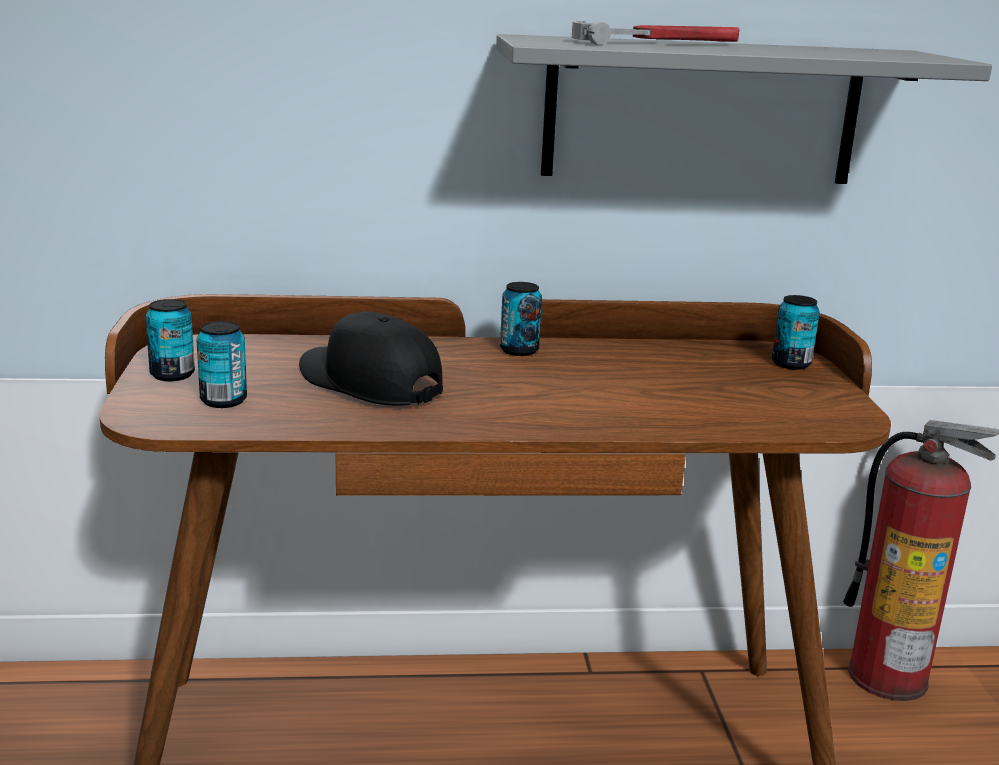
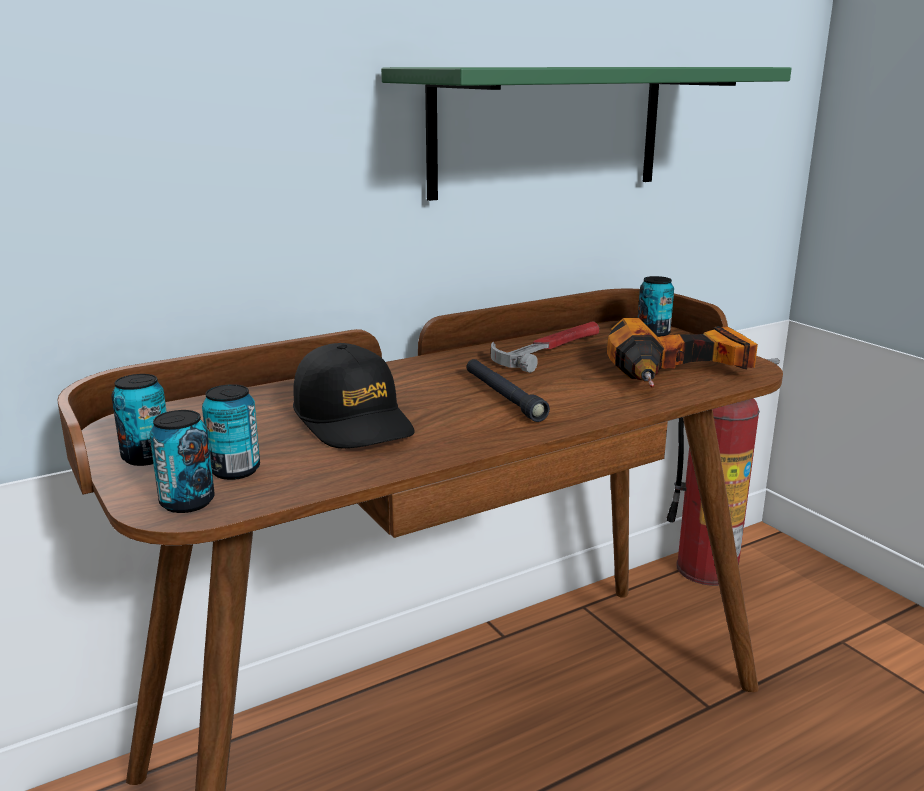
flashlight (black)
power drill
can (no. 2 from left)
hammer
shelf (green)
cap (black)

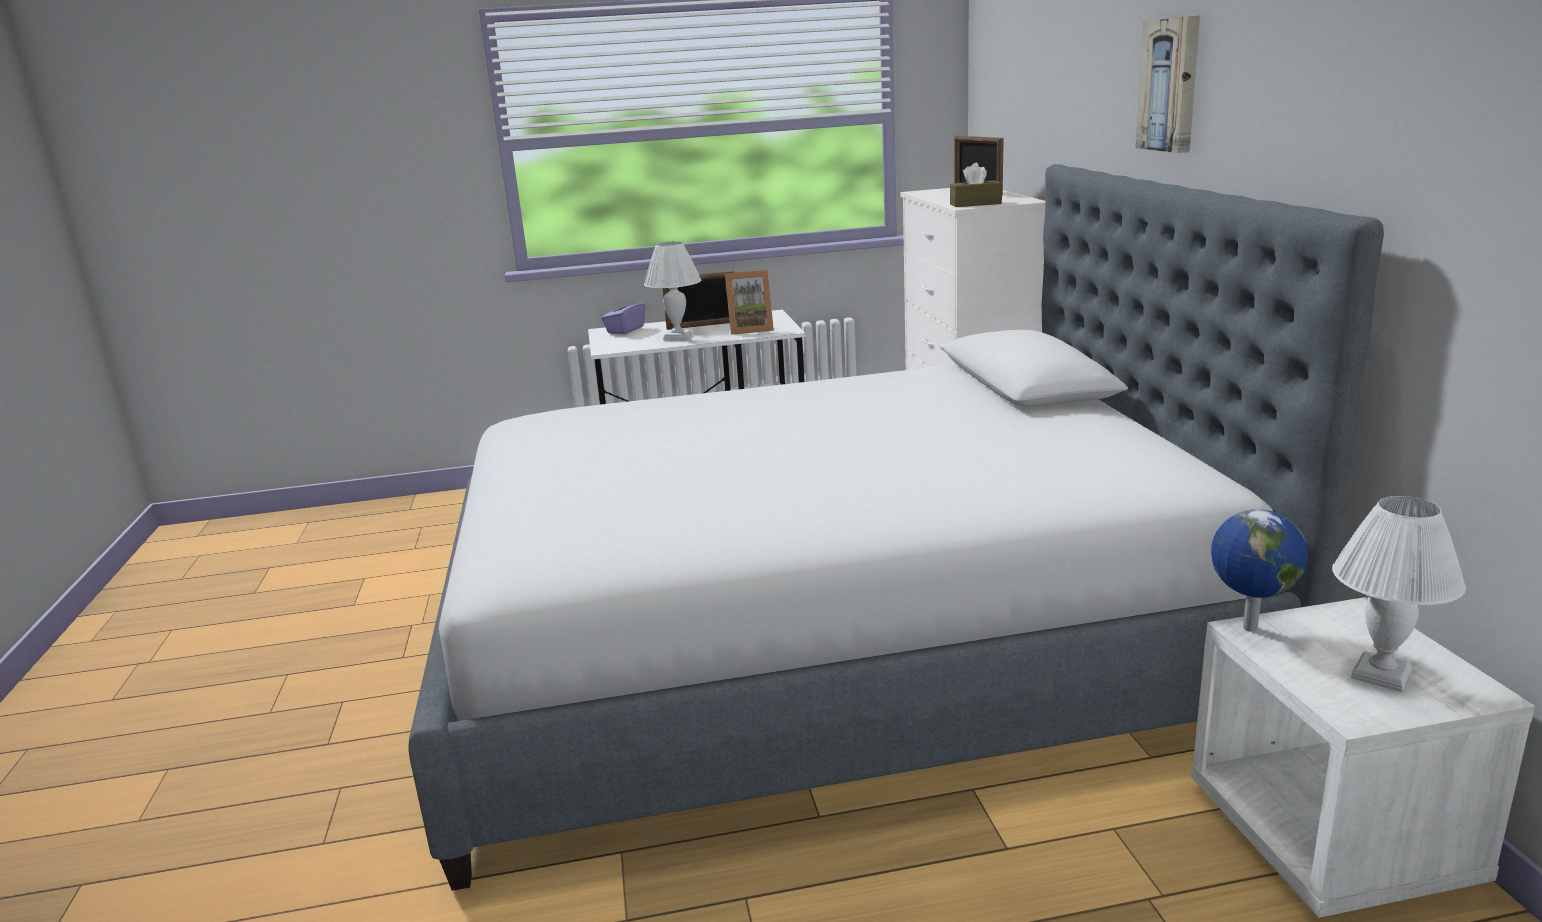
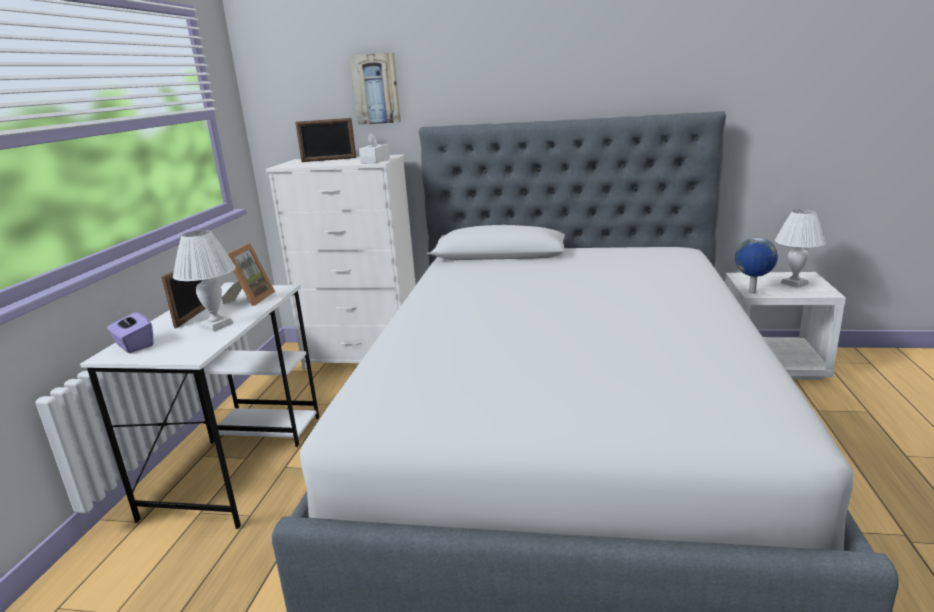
picture
tissue box (white)

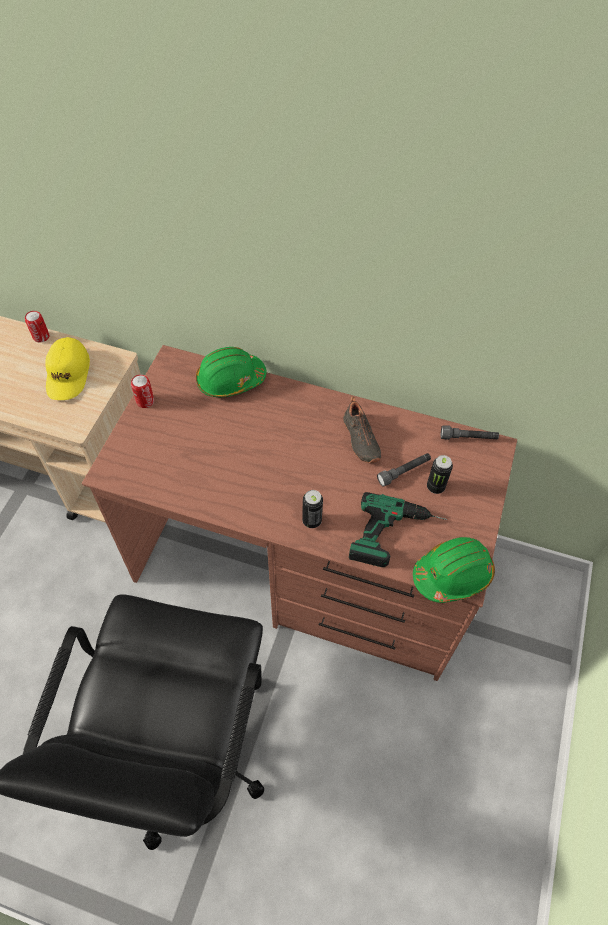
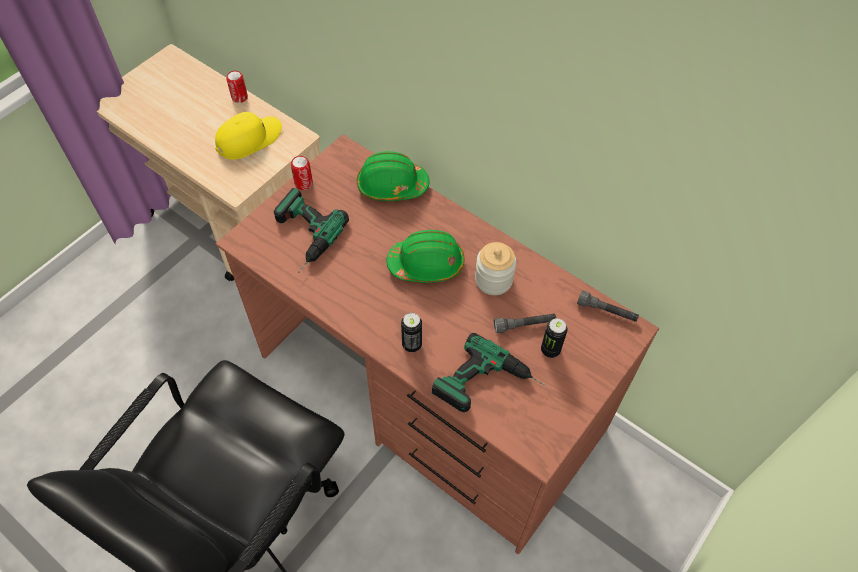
power drill (no. 1 from left)
hard hat (green) (no. 2 from left)
jar
cap (yellow)

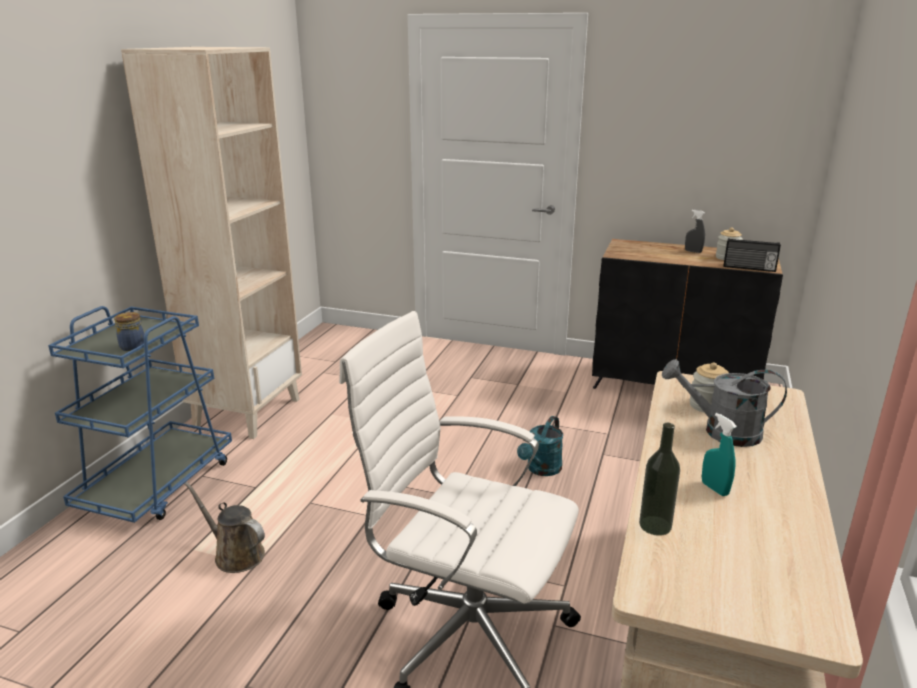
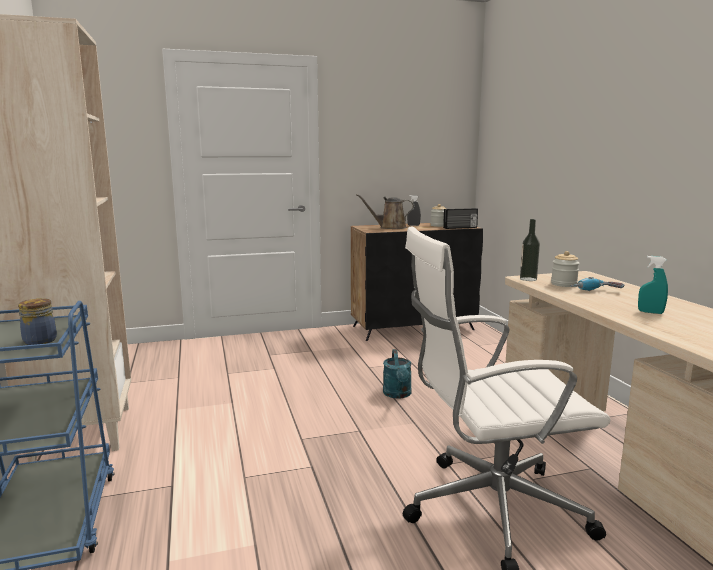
watering can (brown)
bottle
power drill

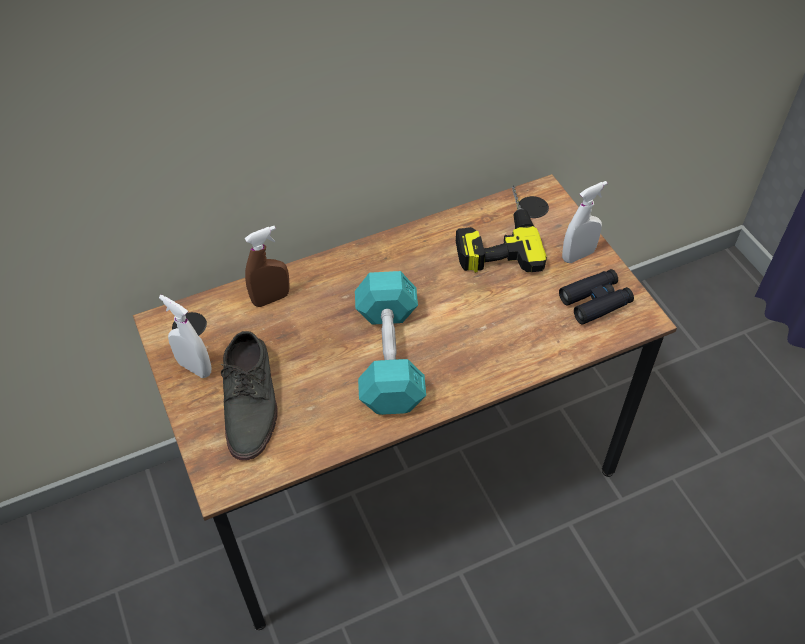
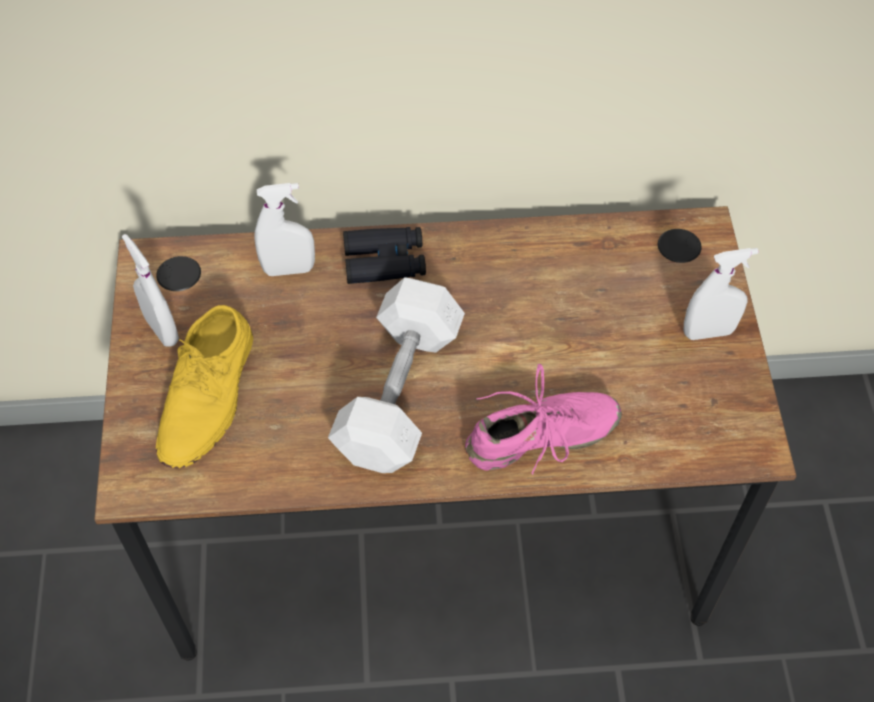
power drill
shoe (pink)
binoculars (black)
shoe (yellow)
spray bottle (white) (no. 2 from left)
dumbbell (white)

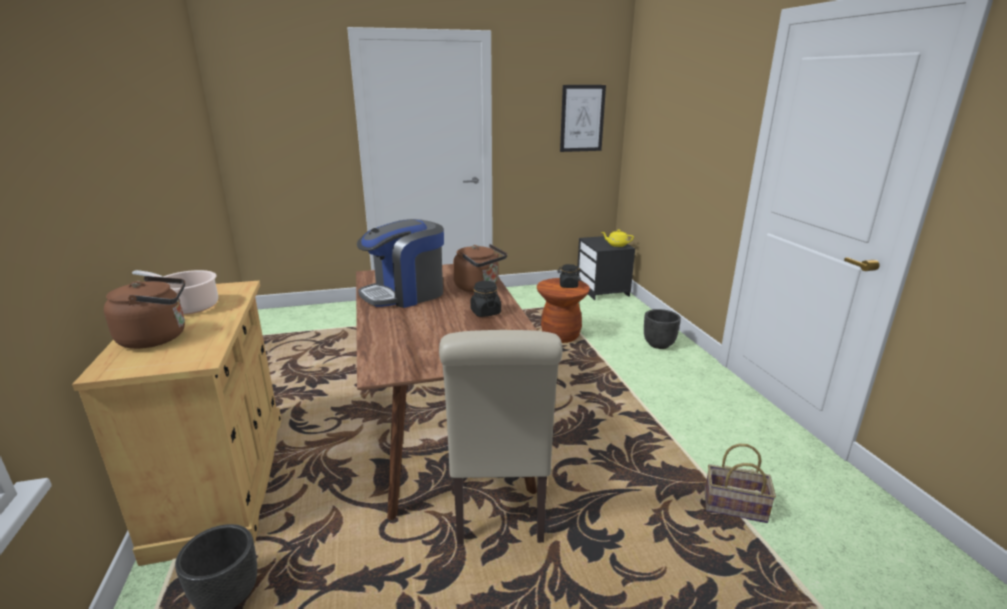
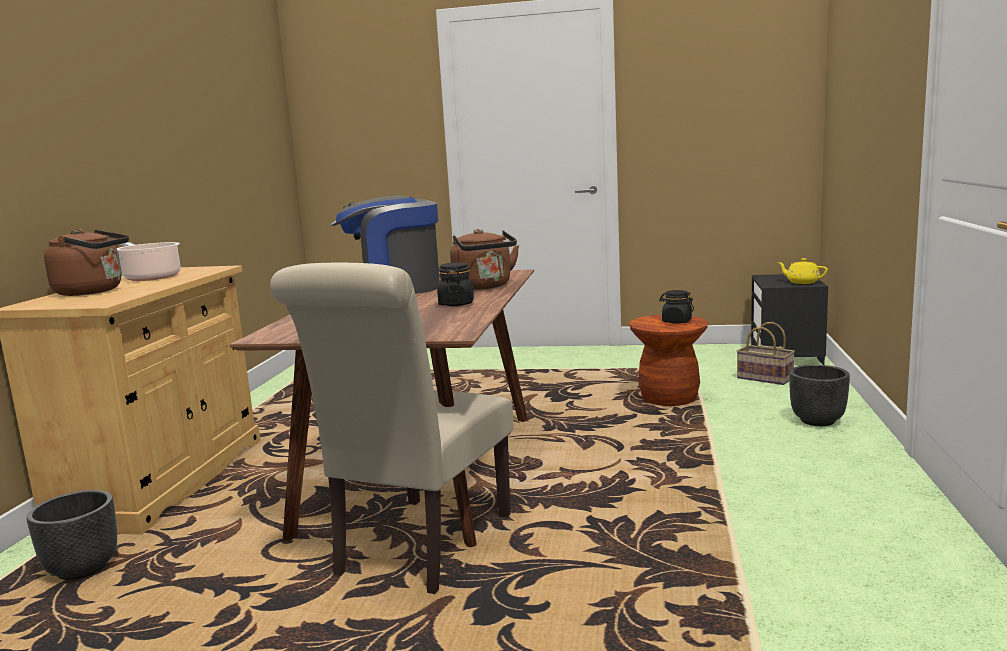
picture
basket

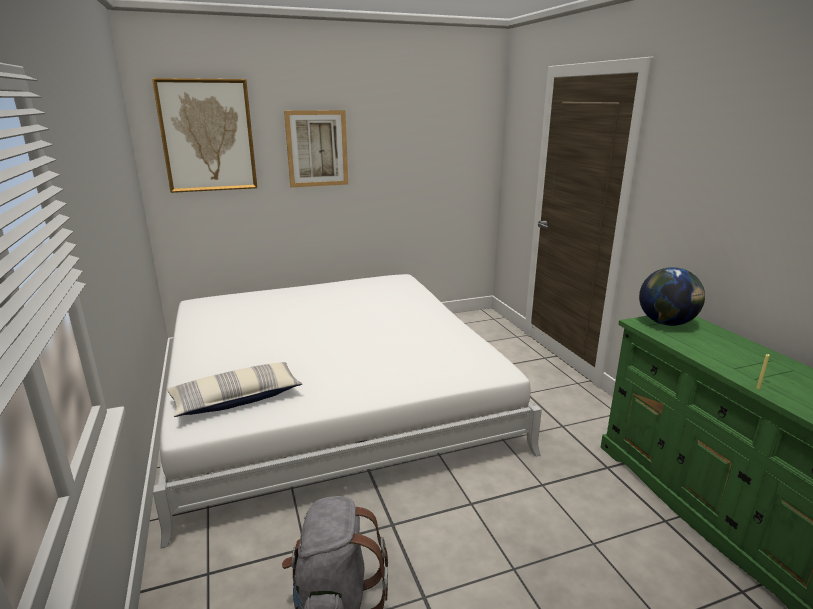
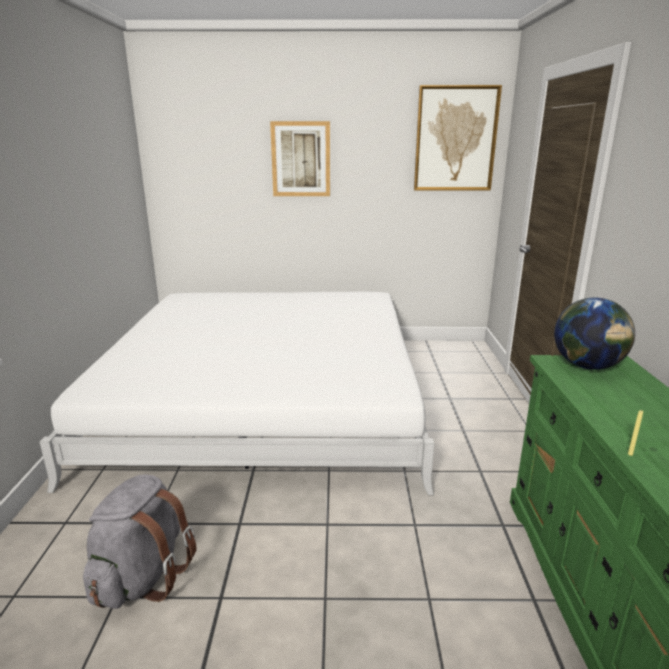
pillow
picture (no. 2 from left)

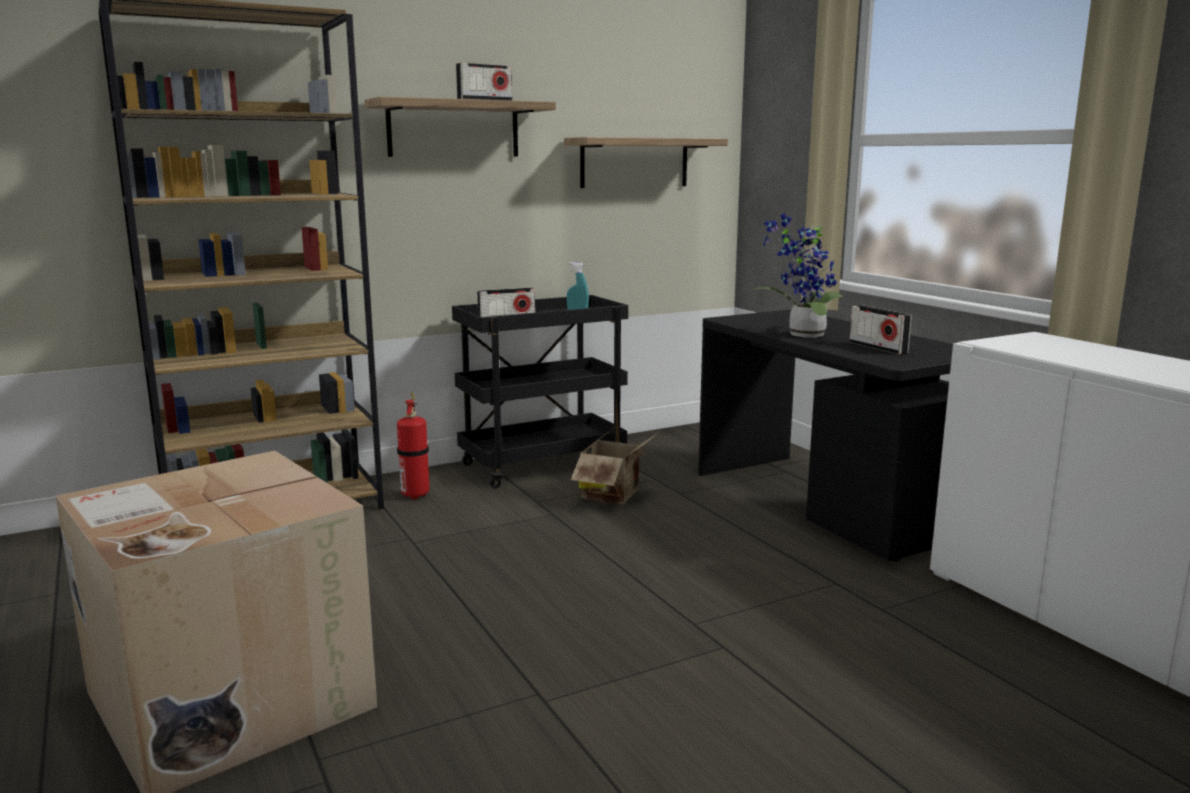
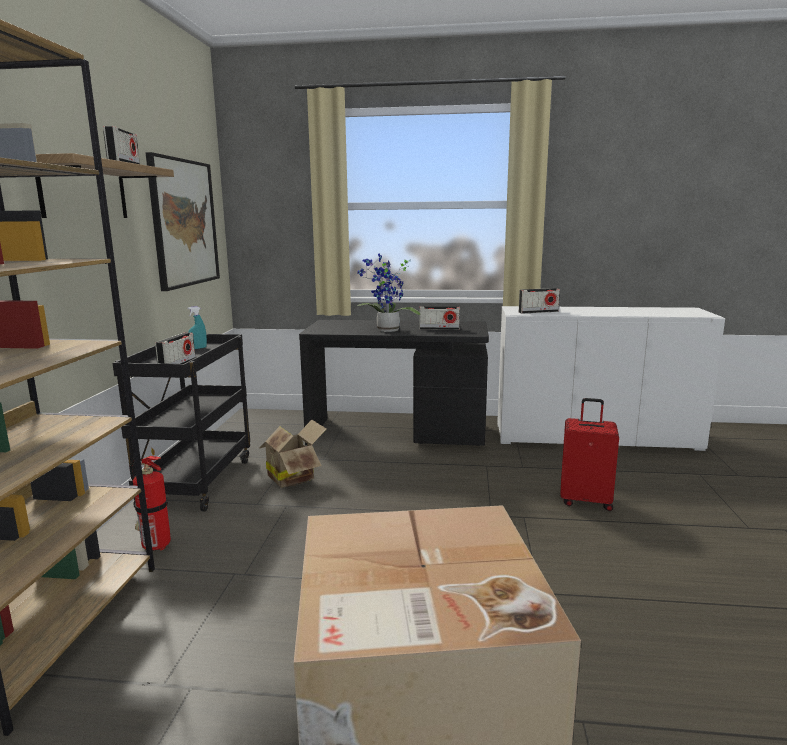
radio (no. 4 from left)
suitcase (red)
picture

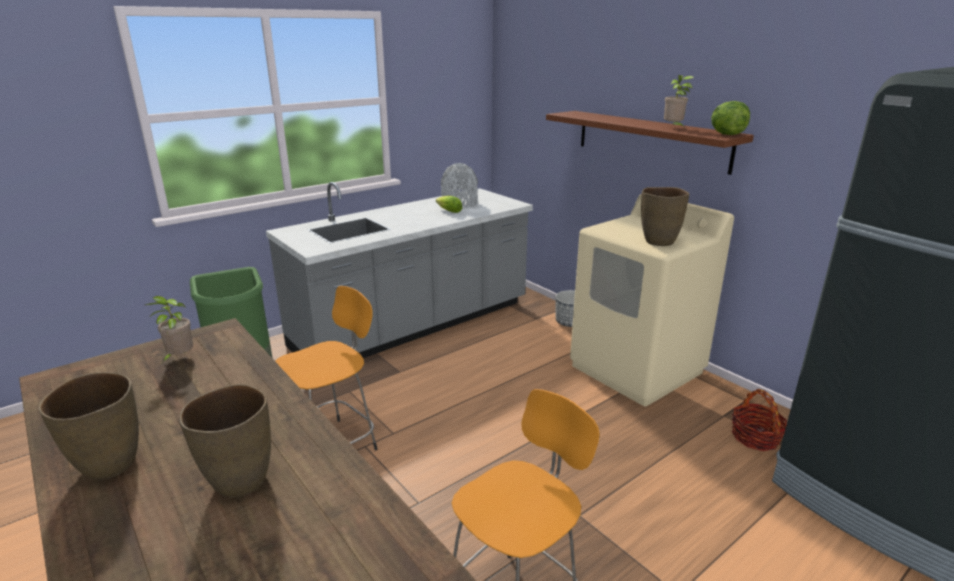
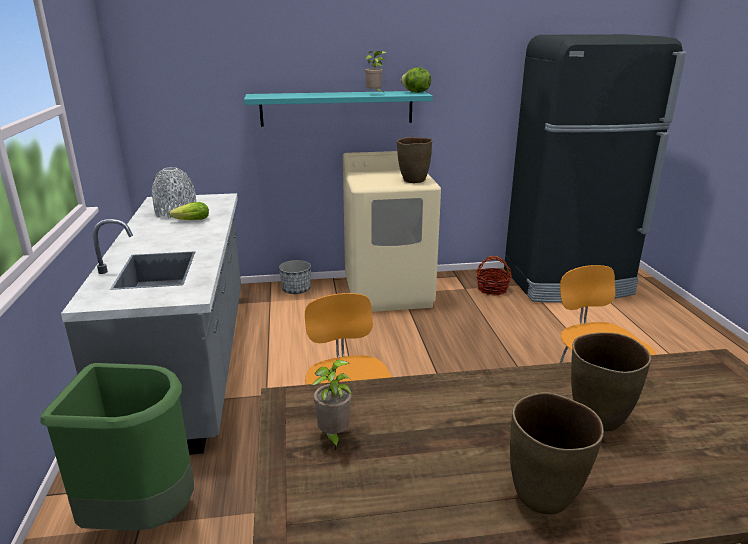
shelf (turquoise)

